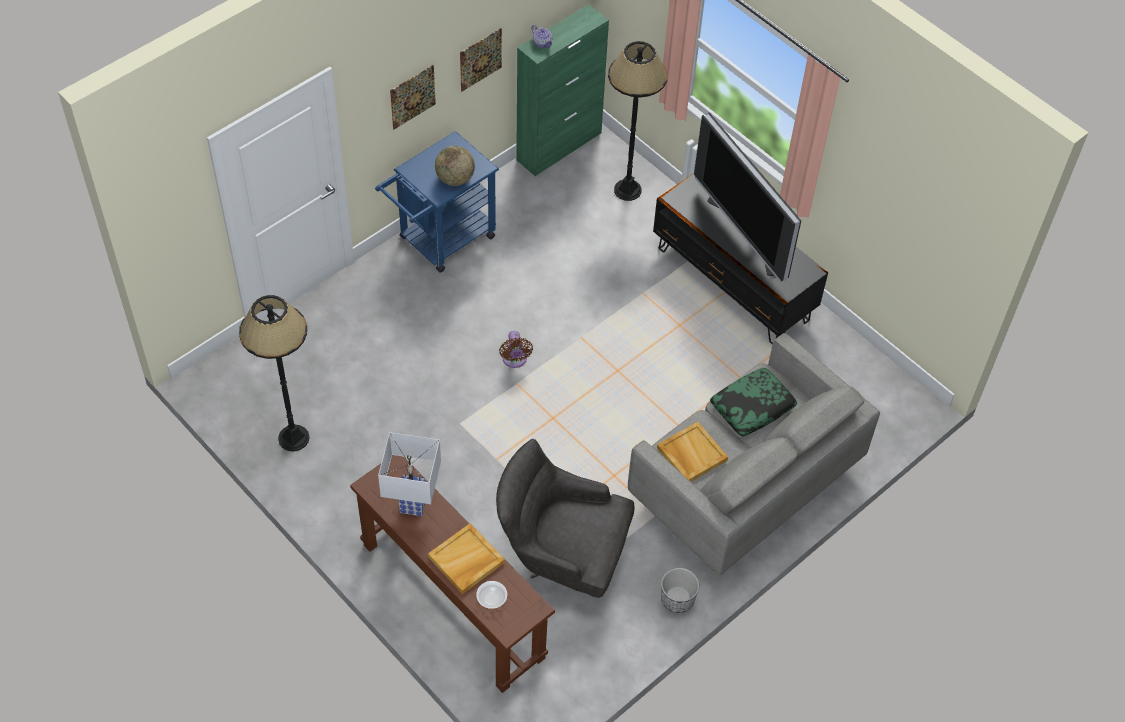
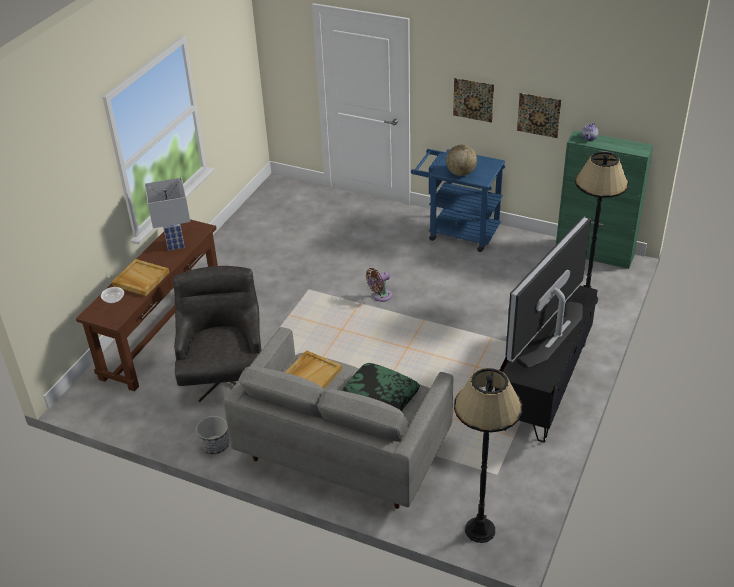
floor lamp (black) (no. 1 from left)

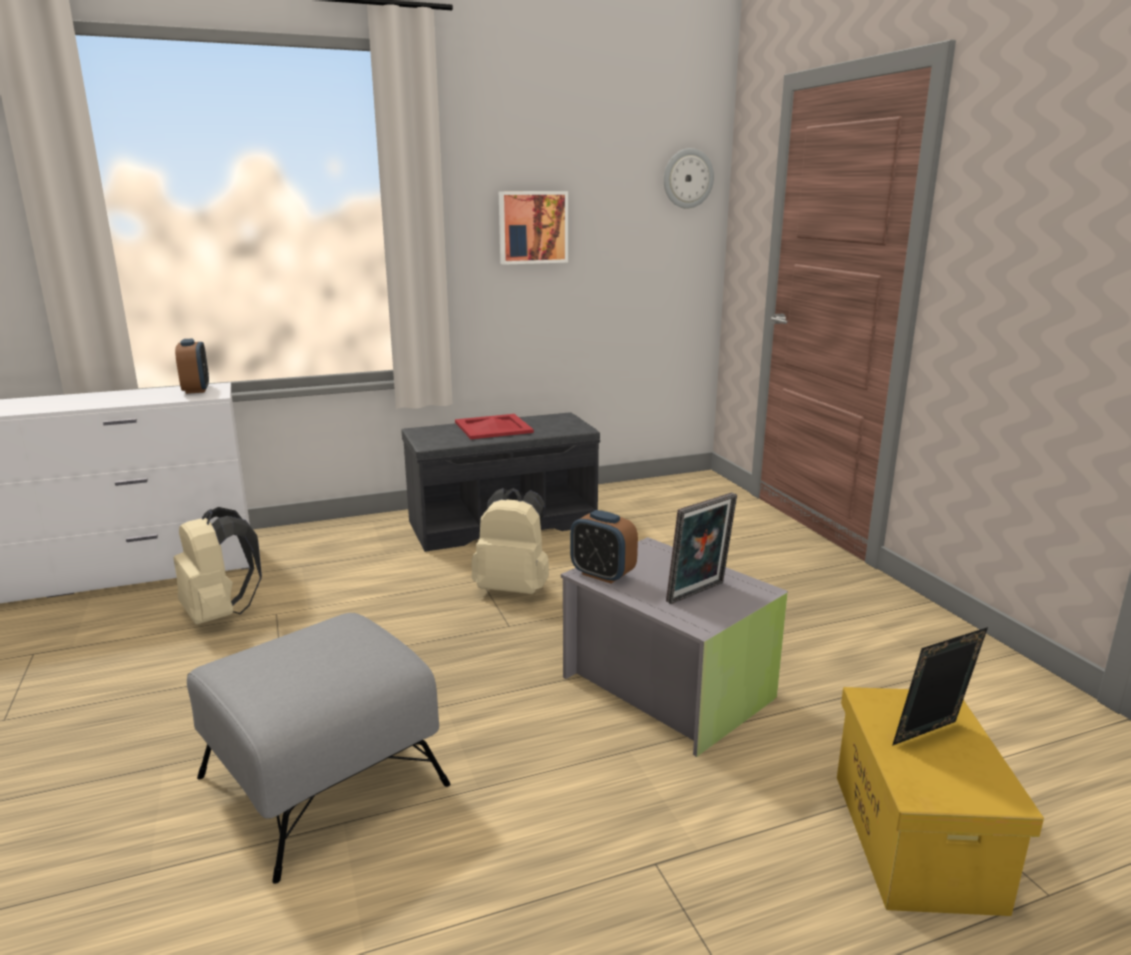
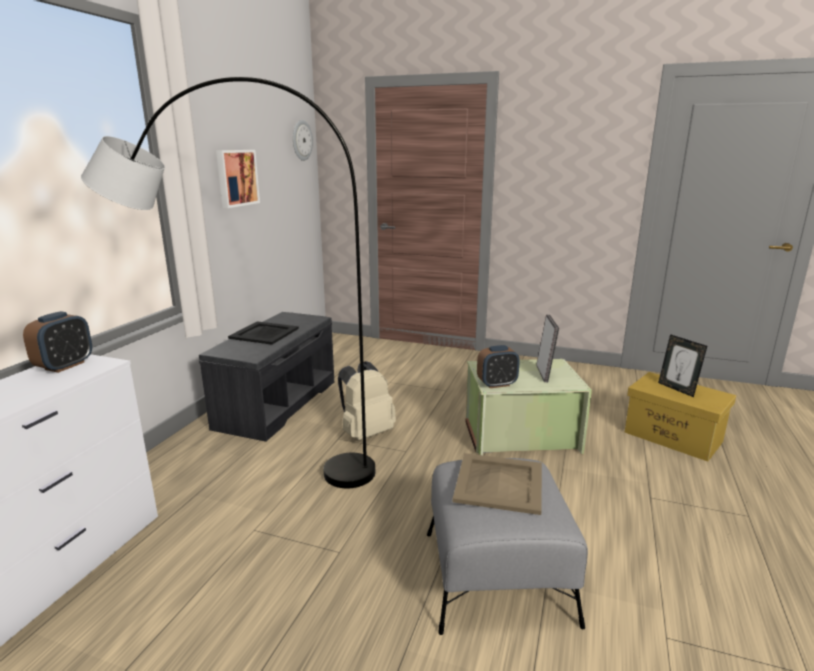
backpack (beige) (no. 1 from left in the first image)
floor lamp (grey)
tray (beige)
tray (black)
storage box (green)
alarm clock (no. 1 from left)
picture frame (no. 2 from left)

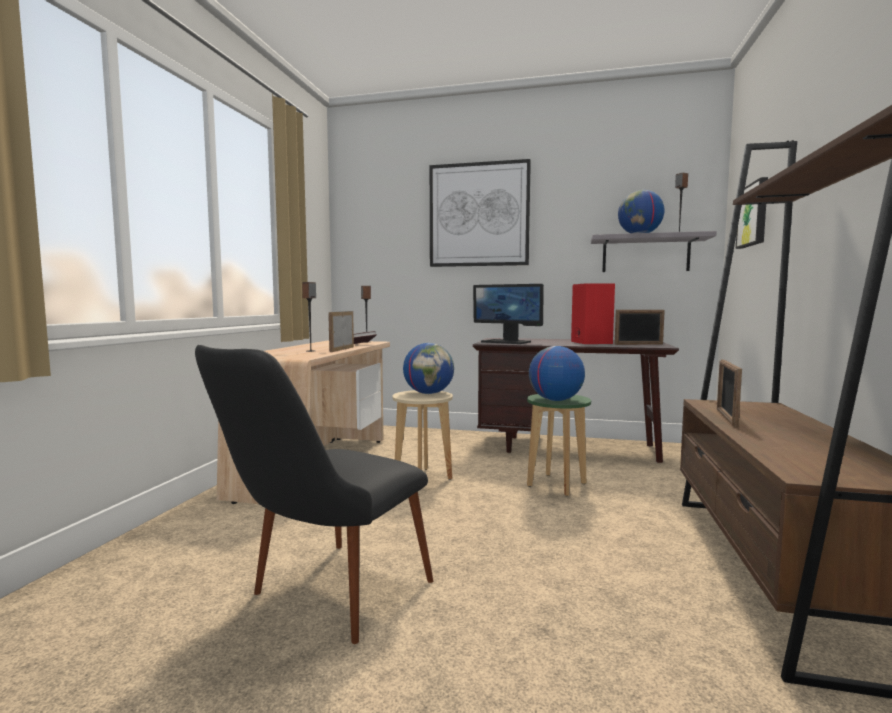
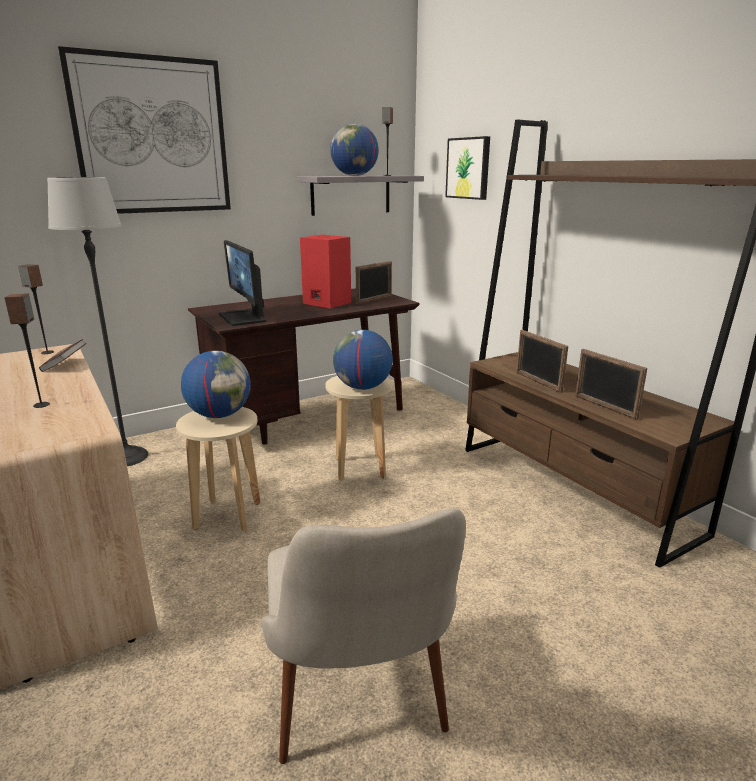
floor lamp
picture frame (no. 3 from left)
chair (beige)
stool (beige) (no. 2 from left)
monitor

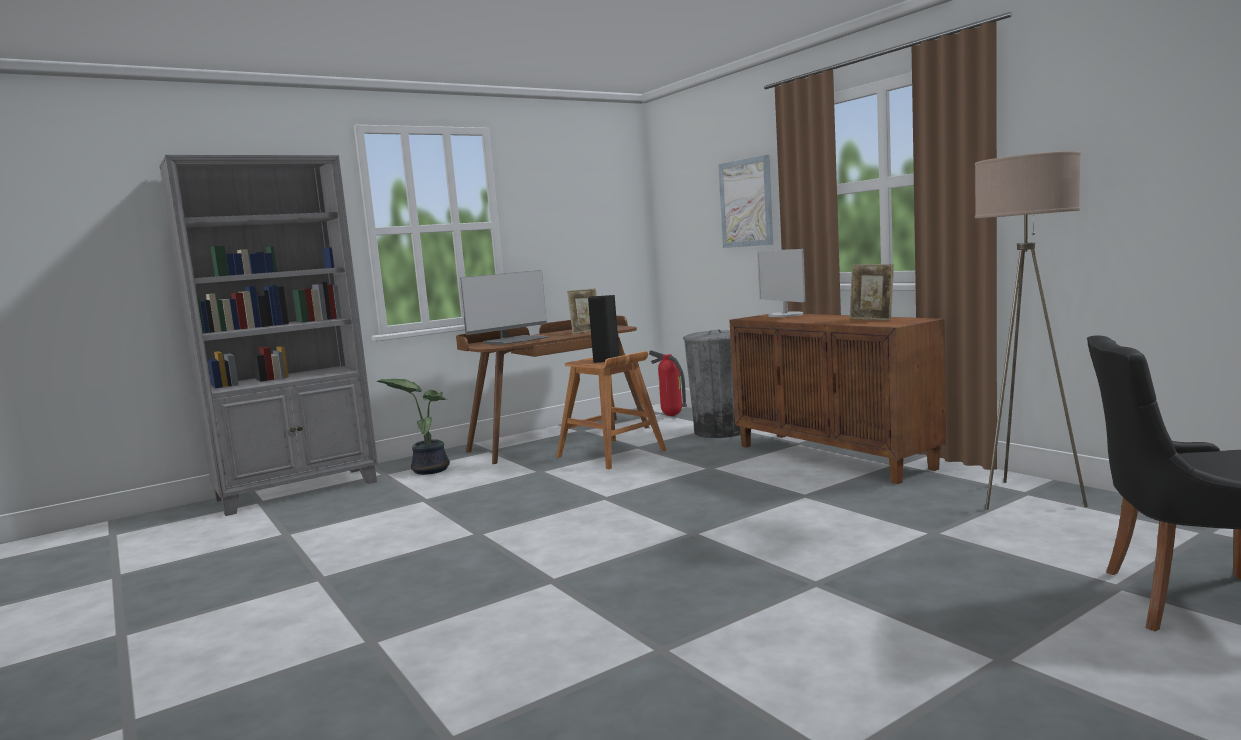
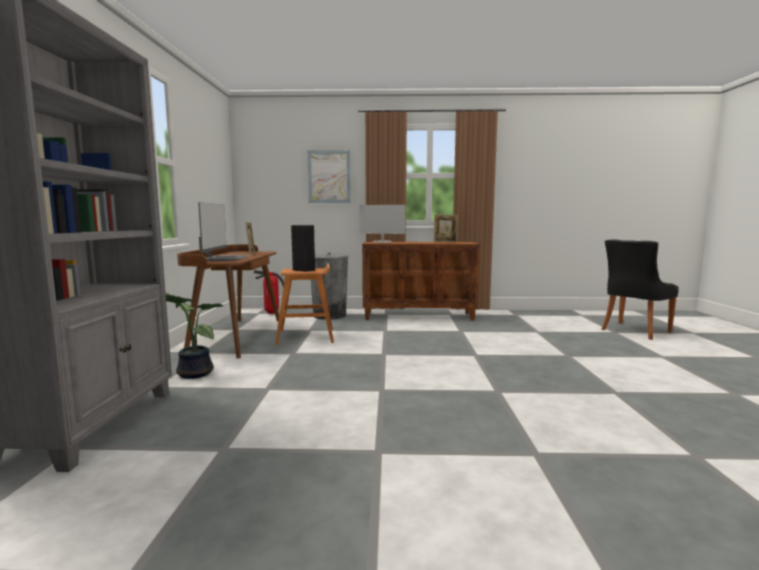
floor lamp (beige)

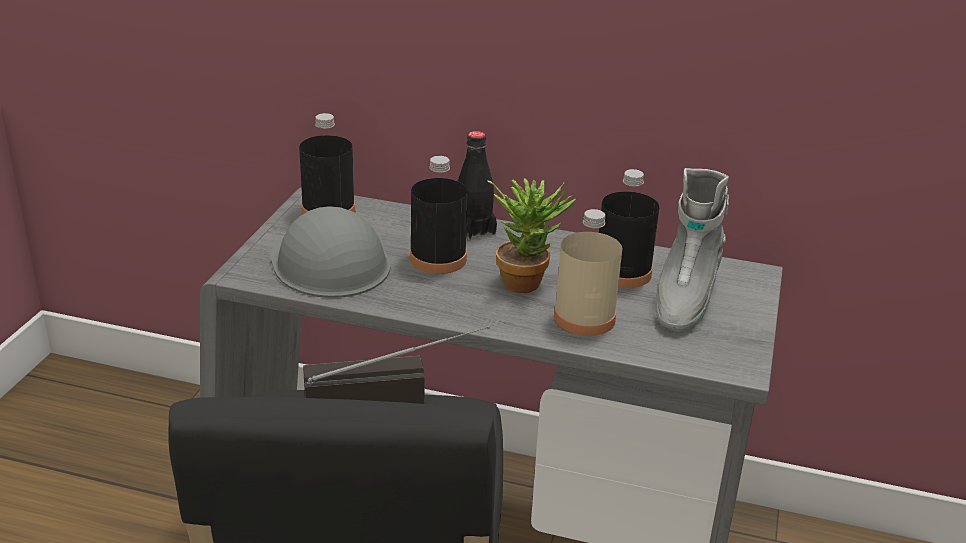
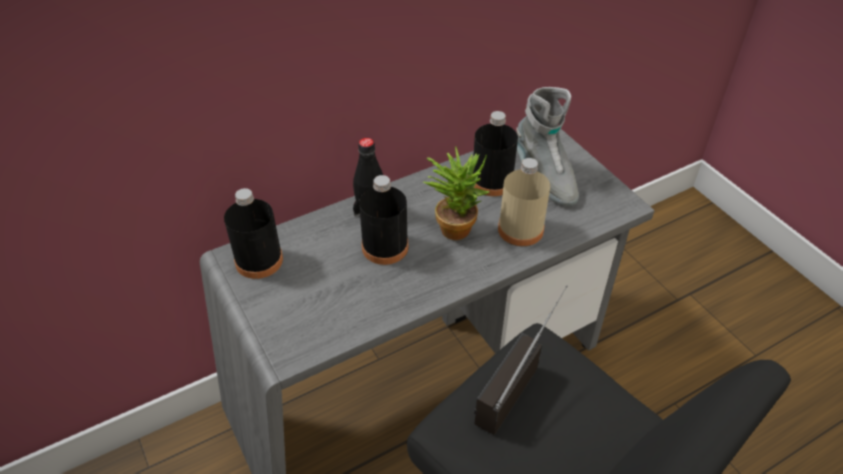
hard hat (grey)

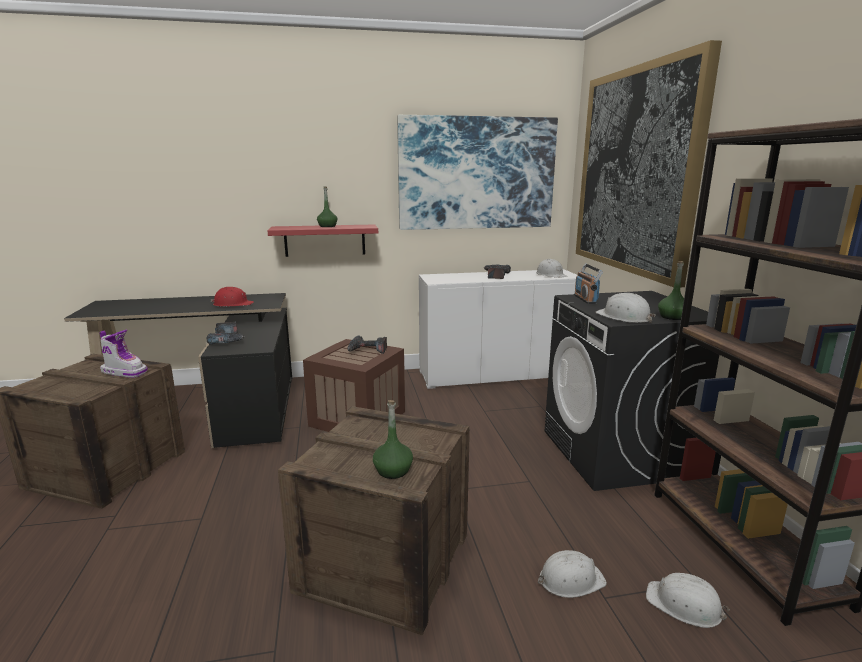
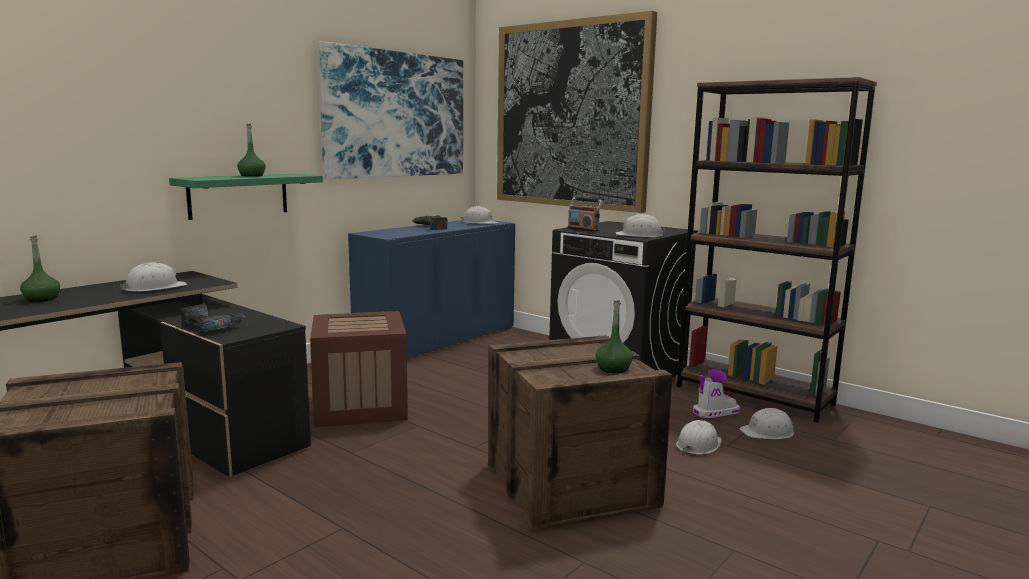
power drill (no. 2 from left in the first image)
boot
bottle (green) (no. 1 from left)
hard hat (white) (no. 1 from left)
shelf (green)
cabinet (blue)

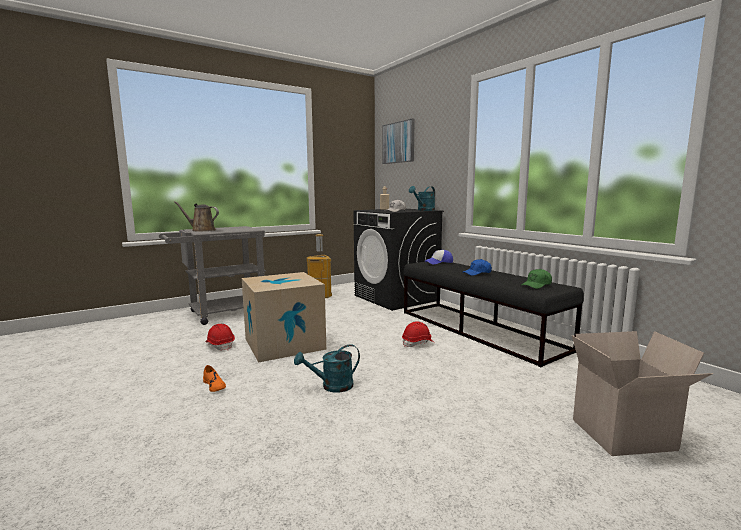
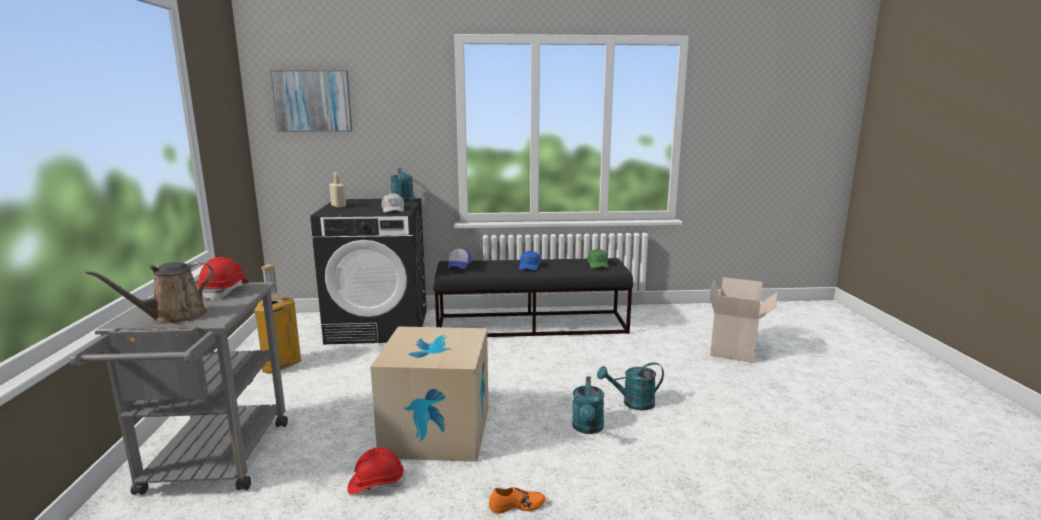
watering can (turquoise) (no. 3 from left)
hard hat (red) (no. 1 from left)

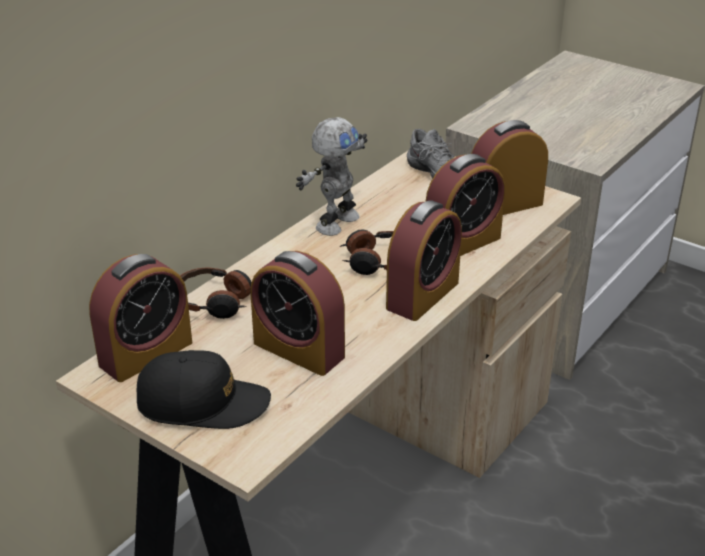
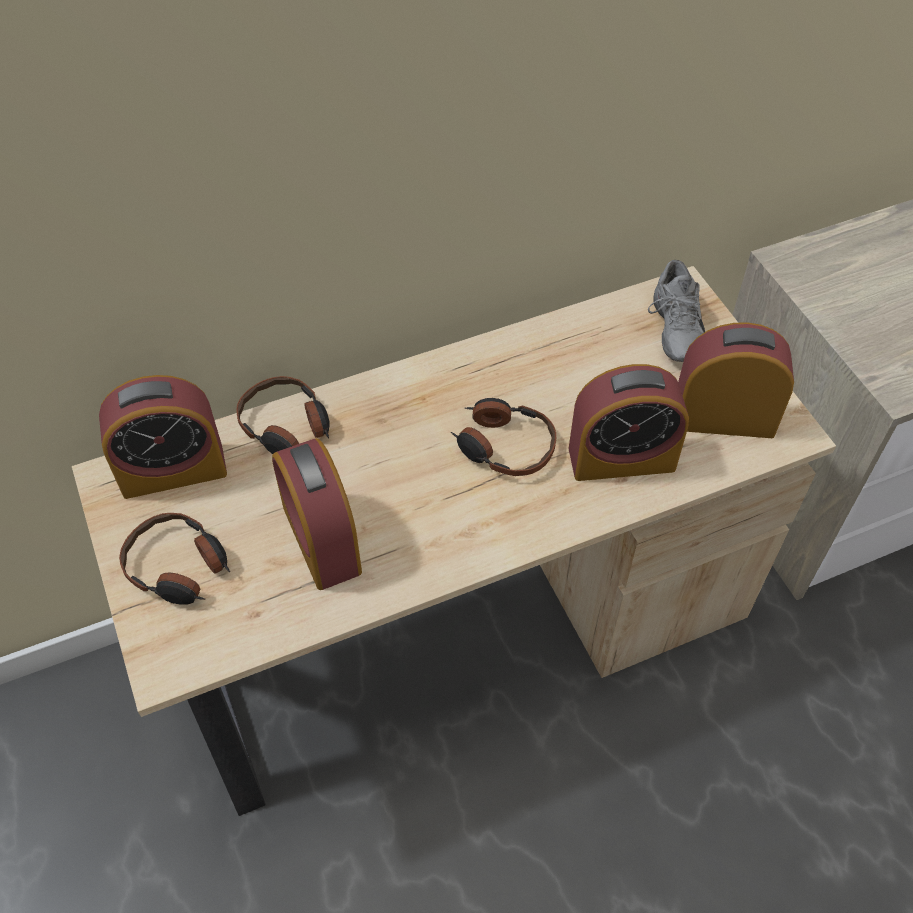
toy robot
alarm clock (no. 3 from left in the first image)
headphones (no. 1 from left)

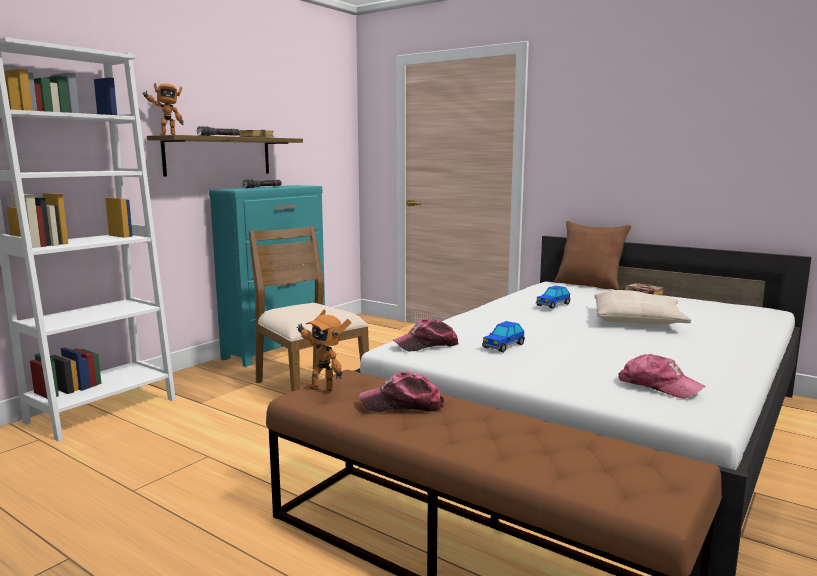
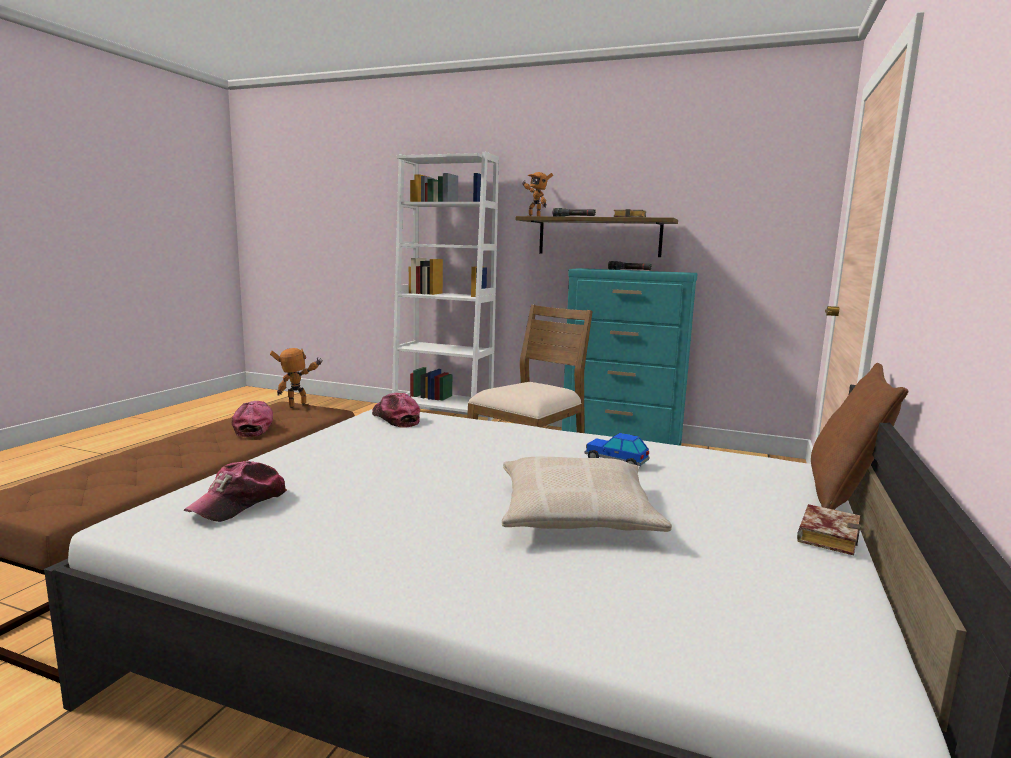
toy car (no. 1 from left in the first image)
toy robot (no. 1 from left)

